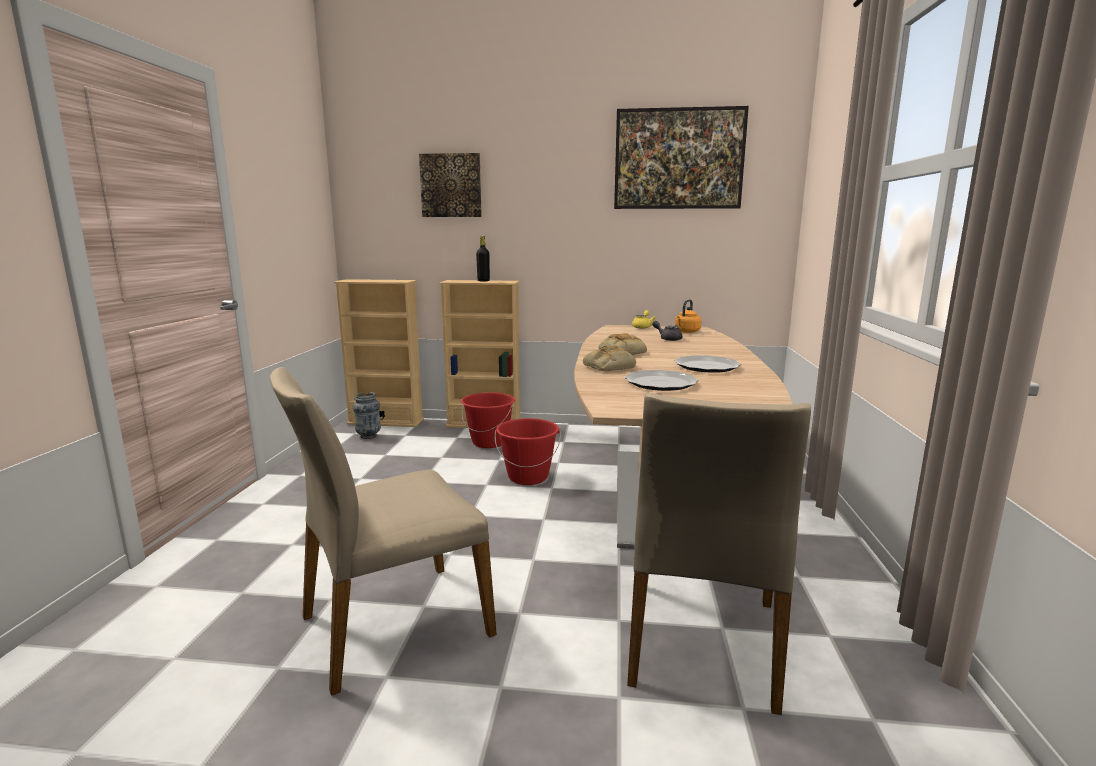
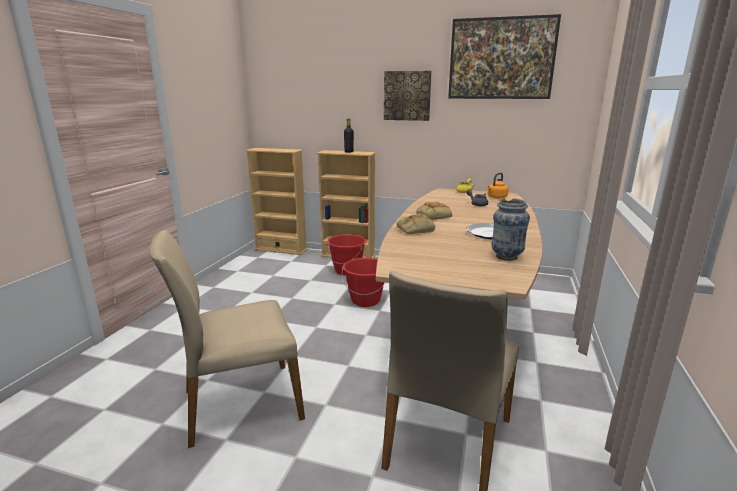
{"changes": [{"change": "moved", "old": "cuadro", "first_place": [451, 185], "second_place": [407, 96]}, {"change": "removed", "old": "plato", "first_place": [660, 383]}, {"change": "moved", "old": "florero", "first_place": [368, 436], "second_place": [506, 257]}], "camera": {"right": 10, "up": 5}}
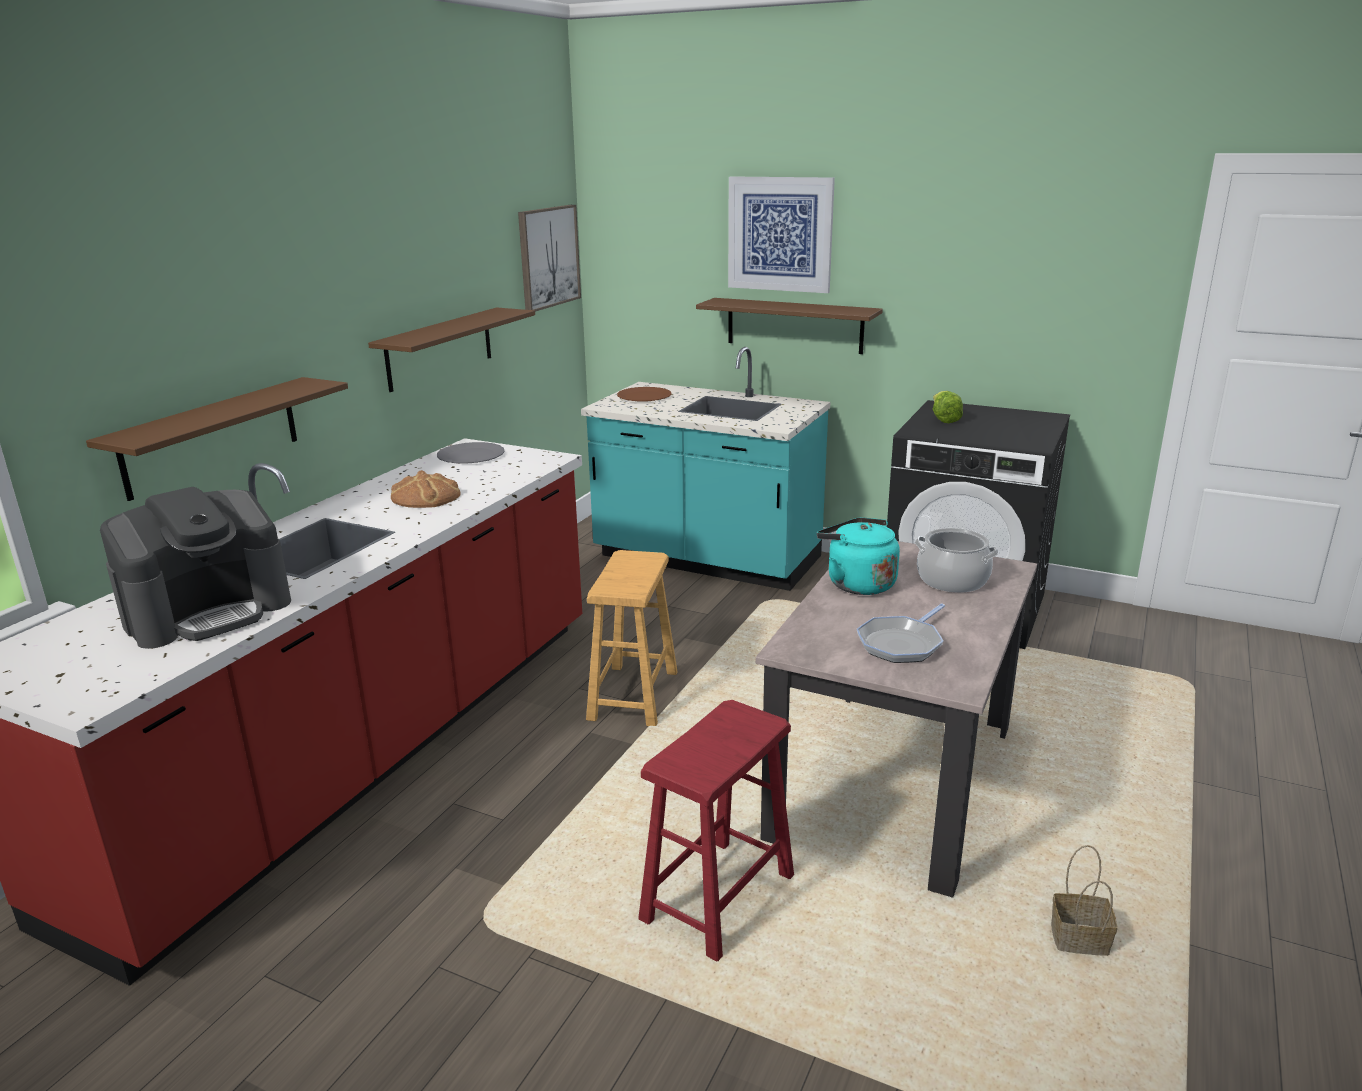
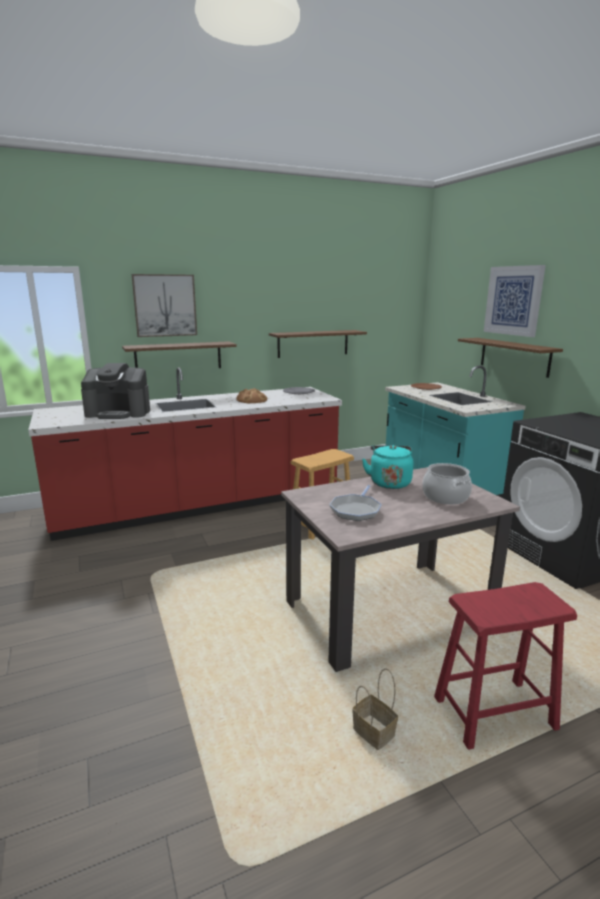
{"changes": [{"change": "moved", "old": "cuadro", "first_place": [548, 257], "second_place": [165, 305]}, {"change": "removed", "old": "lechuga", "first_place": [943, 419]}, {"change": "turned", "old": "sartén", "first_place": [901, 644], "second_place": [356, 510], "degrees": -60}, {"change": "moved", "old": "taburete (rojo)", "first_place": [718, 898], "second_place": [494, 713]}], "camera": {"right": 40, "up": -5}}
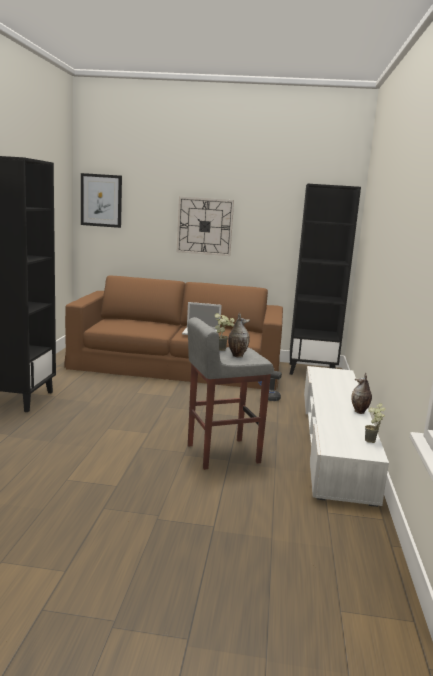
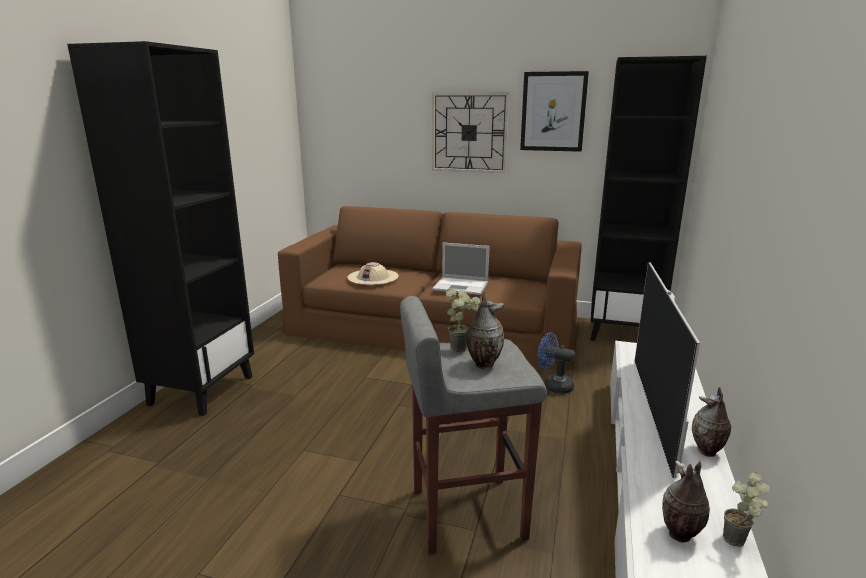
{"changes": [{"change": "moved", "old": "cuadro", "first_place": [101, 200], "second_place": [553, 111]}, {"change": "added", "new": "sombrero (beis)", "second_place": [373, 277]}, {"change": "added", "new": "televisor", "second_place": [653, 410]}, {"change": "added", "new": "florero", "second_place": [679, 535]}], "camera": {"right": 10, "up": 5}}
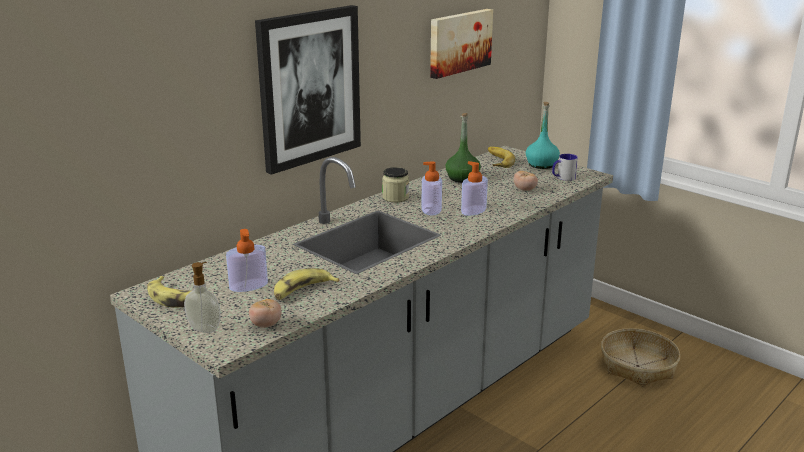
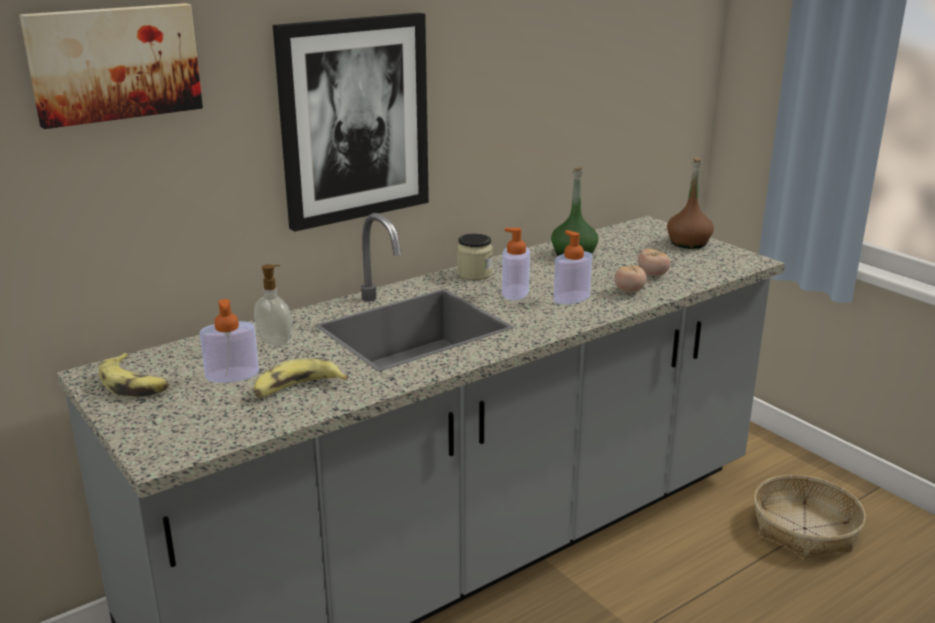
{"changes": [{"change": "moved", "old": "cuadro", "first_place": [459, 42], "second_place": [114, 63]}, {"change": "recoloured", "old": "botella (turquesa)", "new": "botella (marrón)", "first_place": [541, 164], "second_place": [688, 243]}, {"change": "removed", "old": "plátano", "first_place": [496, 161]}, {"change": "removed", "old": "taza grande", "first_place": [563, 178]}, {"change": "moved", "old": "dispensador de jabón", "first_place": [205, 328], "second_place": [275, 341]}, {"change": "moved", "old": "tomate", "first_place": [266, 325], "second_place": [629, 291]}], "camera": {"right": 10, "up": 0}}
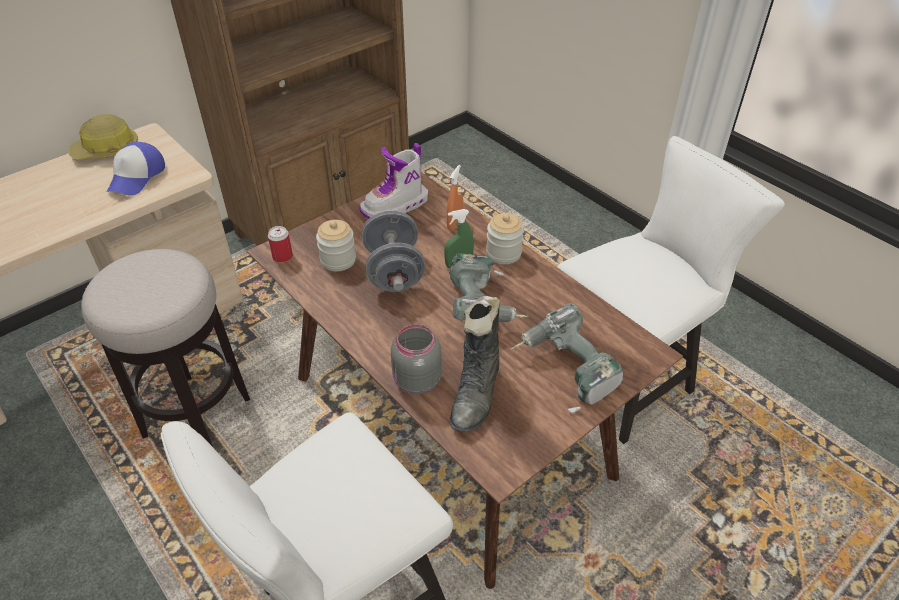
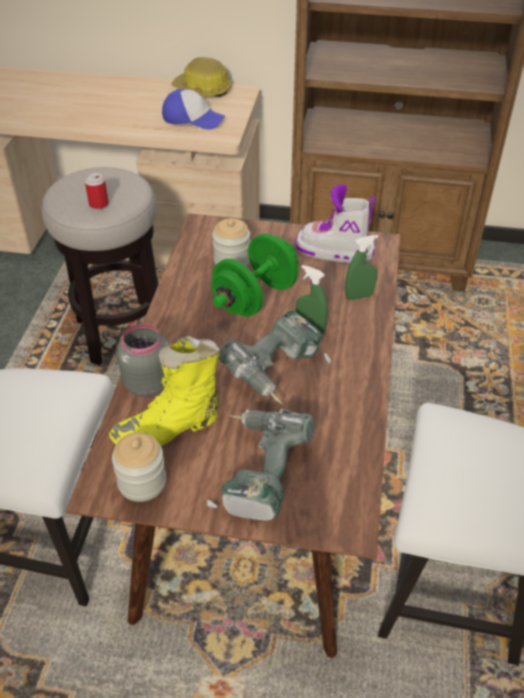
{"changes": [{"change": "turned", "old": "gorra", "first_place": [137, 177], "second_place": [193, 118], "degrees": -135}, {"change": "recoloured", "old": "pulverizador (naranja)", "new": "pulverizador (verde)", "first_place": [454, 224], "second_place": [359, 296]}, {"change": "recoloured", "old": "mancuerna (gris)", "new": "mancuerna (verde)", "first_place": [394, 272], "second_place": [255, 298]}, {"change": "moved", "old": "tarro", "first_place": [503, 253], "second_place": [142, 482]}, {"change": "moved", "old": "lata", "first_place": [282, 257], "second_place": [99, 204]}, {"change": "recoloured", "old": "bota (negro)", "new": "bota (amarillo)", "first_place": [476, 394], "second_place": [169, 429]}], "camera": {"right": 50, "up": 0}}
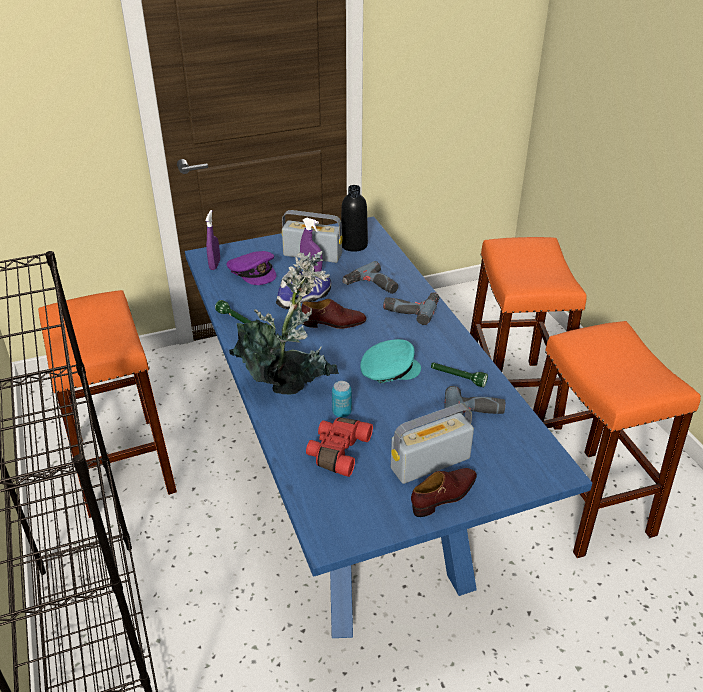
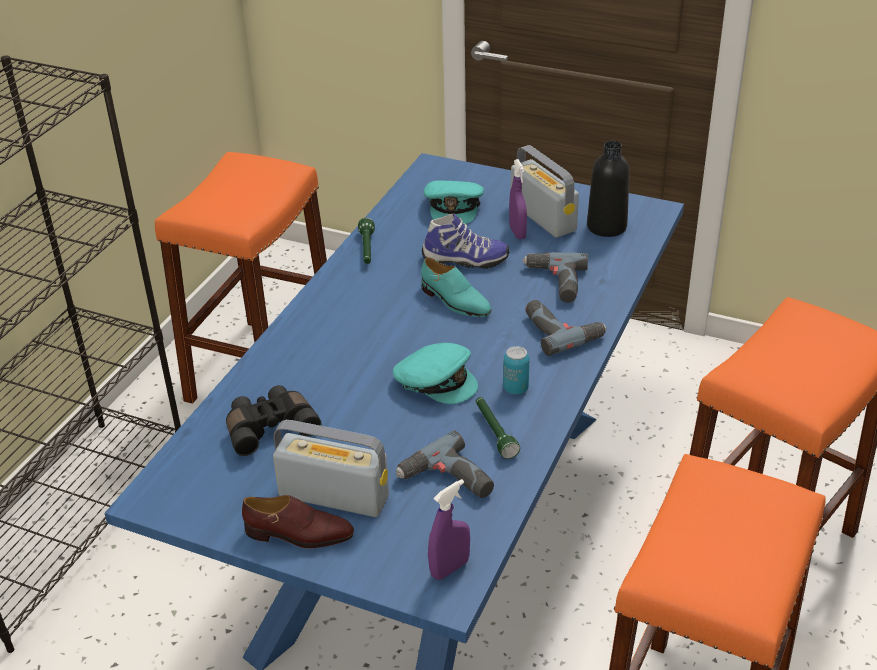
{"changes": [{"change": "moved", "old": "pulverizador (morado)", "first_place": [215, 265], "second_place": [450, 568]}, {"change": "recoloured", "old": "gorra (morado)", "new": "gorra (turquesa)", "first_place": [253, 272], "second_place": [454, 206]}, {"change": "removed", "old": "planta en maceta", "first_place": [289, 383]}, {"change": "recoloured", "old": "zapato (marrón)", "new": "zapato (turquesa)", "first_place": [334, 323], "second_place": [455, 301]}, {"change": "moved", "old": "lata", "first_place": [342, 412], "second_place": [515, 388]}, {"change": "recoloured", "old": "prismáticos (rojo)", "new": "prismáticos (negro)", "first_place": [337, 451], "second_place": [270, 427]}], "camera": {"right": 45, "up": 0}}
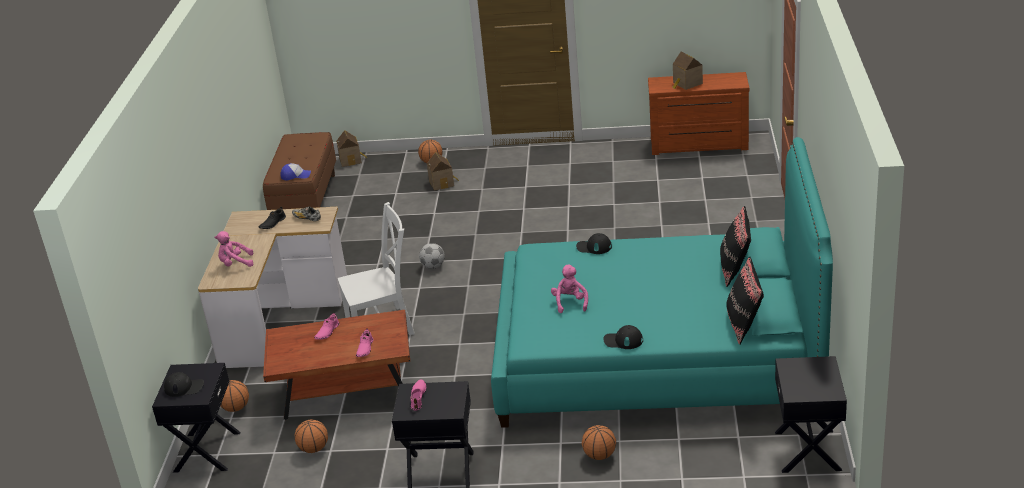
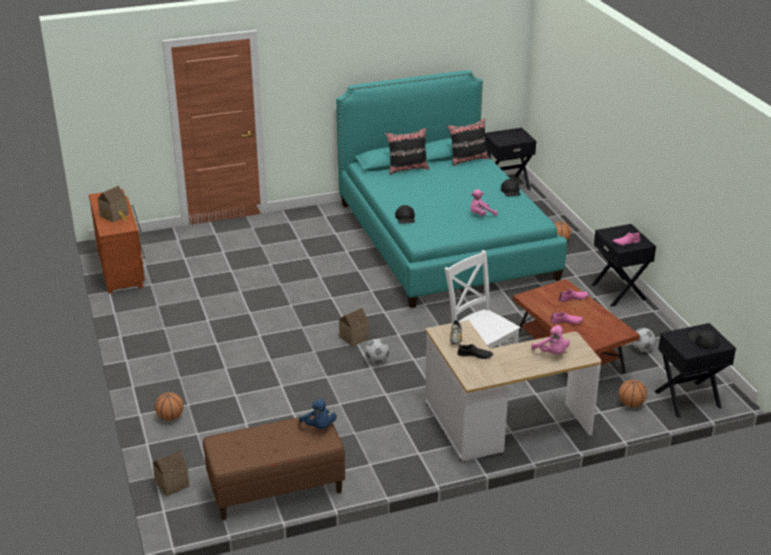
{"changes": [{"change": "moved", "old": "casita", "first_place": [443, 183], "second_place": [353, 337]}, {"change": "replaced", "old": "gorra", "new": "peluche (azul)", "first_place": [295, 175], "second_place": [318, 427]}, {"change": "replaced", "old": "balón de baloncesto", "new": "balón de fútbol", "first_place": [314, 449], "second_place": [642, 349]}], "camera": {"right": -115, "up": 0}}
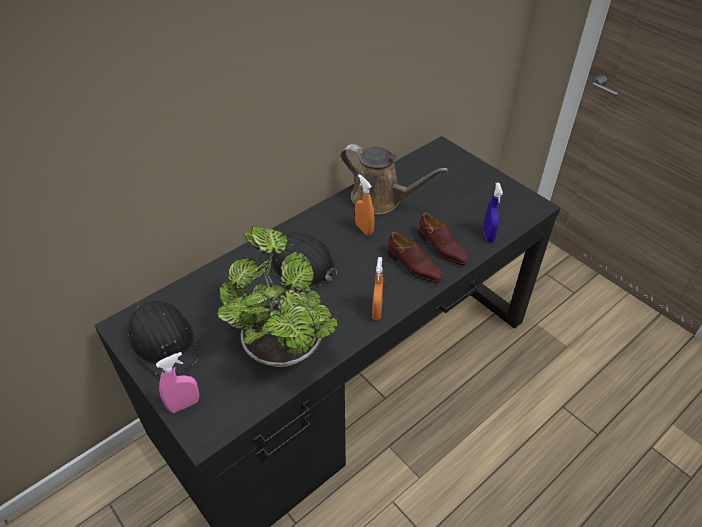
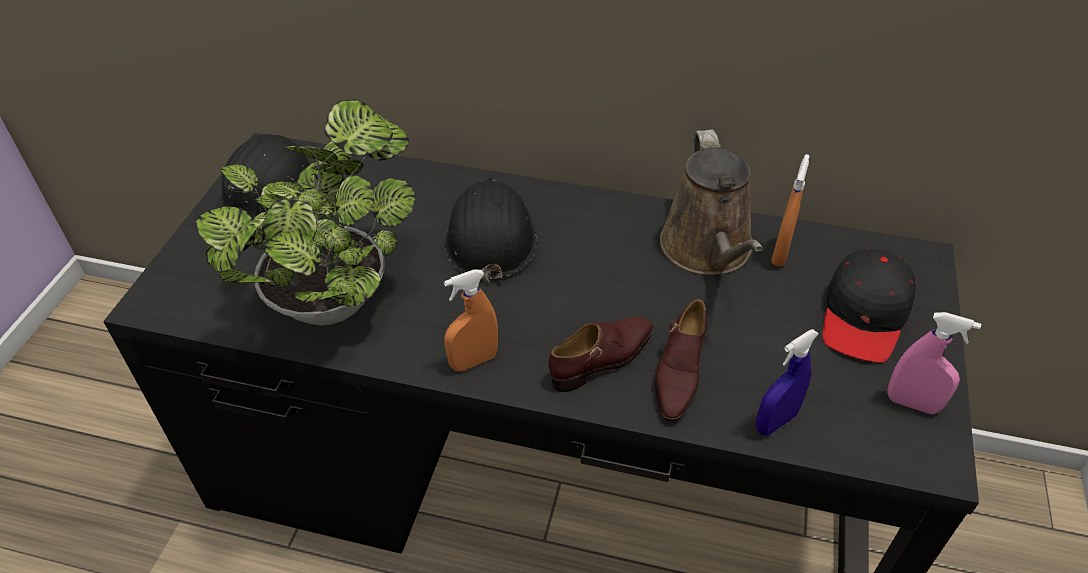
{"changes": [{"change": "moved", "old": "pulverizador (naranja)", "first_place": [364, 229], "second_place": [780, 253]}, {"change": "turned", "old": "zapato (marrón)", "first_place": [413, 266], "second_place": [603, 359], "degrees": -135}, {"change": "moved", "old": "pulverizador (rosa)", "first_place": [184, 404], "second_place": [912, 403]}, {"change": "added", "new": "gorra (negro)", "second_place": [864, 315]}], "camera": {"right": 55, "up": 0}}
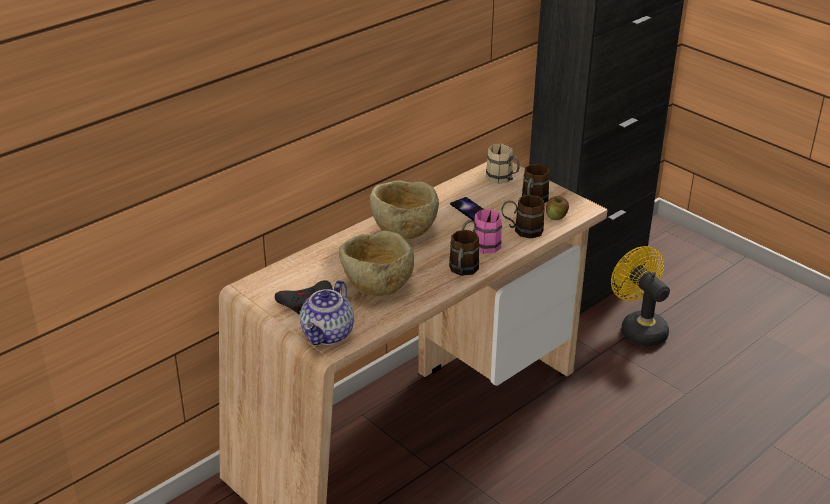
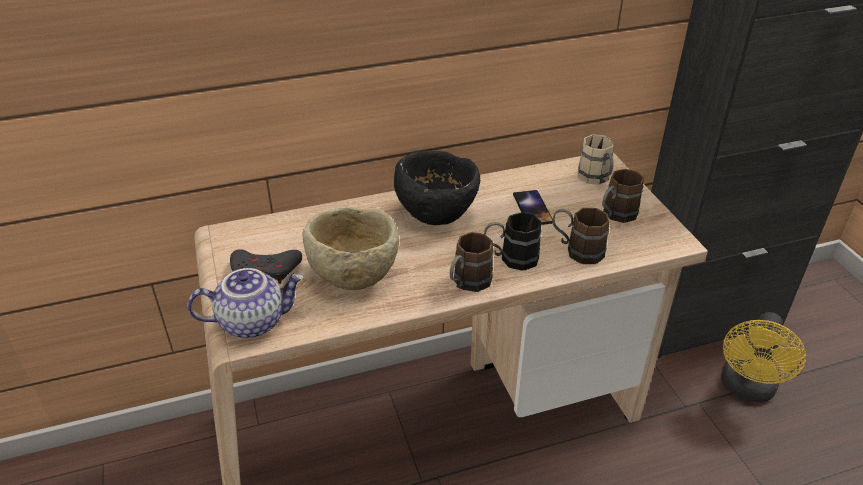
{"changes": [{"change": "recoloured", "old": "cuenco (beis)", "new": "cuenco (negro)", "first_place": [403, 231], "second_place": [436, 213]}, {"change": "removed", "old": "manzana", "first_place": [556, 217]}, {"change": "recoloured", "old": "taza grande (rosa)", "new": "taza grande (negro)", "first_place": [480, 247], "second_place": [510, 258]}, {"change": "turned", "old": "ventilador (amarillo)", "first_place": [638, 328], "second_place": [747, 389], "degrees": -150}, {"change": "turned", "old": "tetera", "first_place": [328, 335], "second_place": [253, 321], "degrees": -150}], "camera": {"right": 25, "up": 5}}
